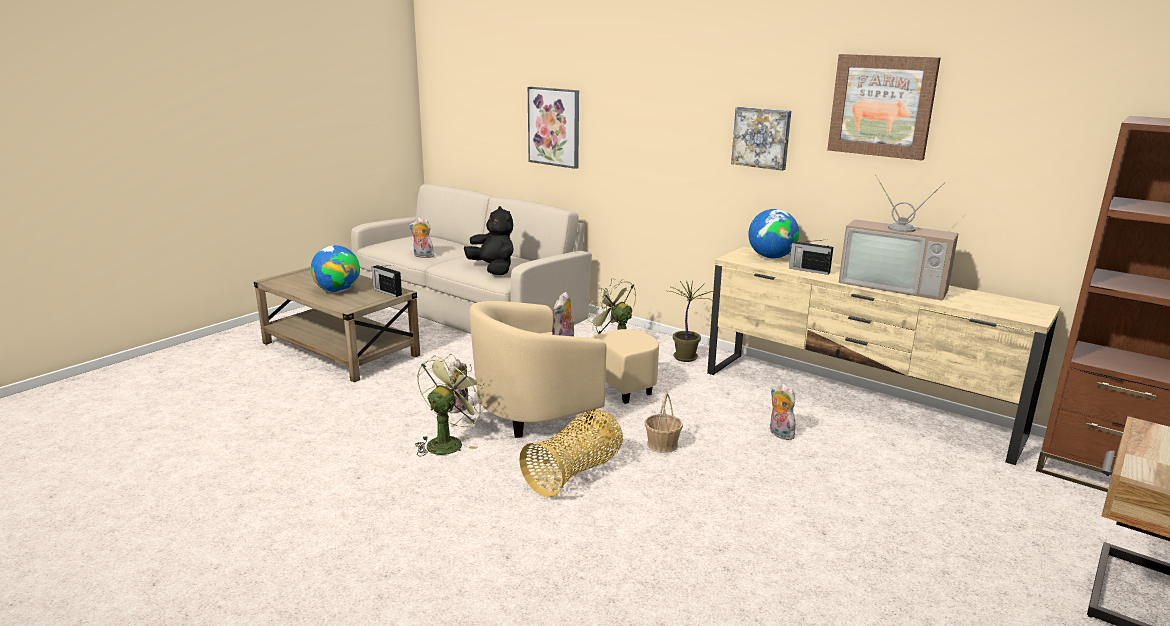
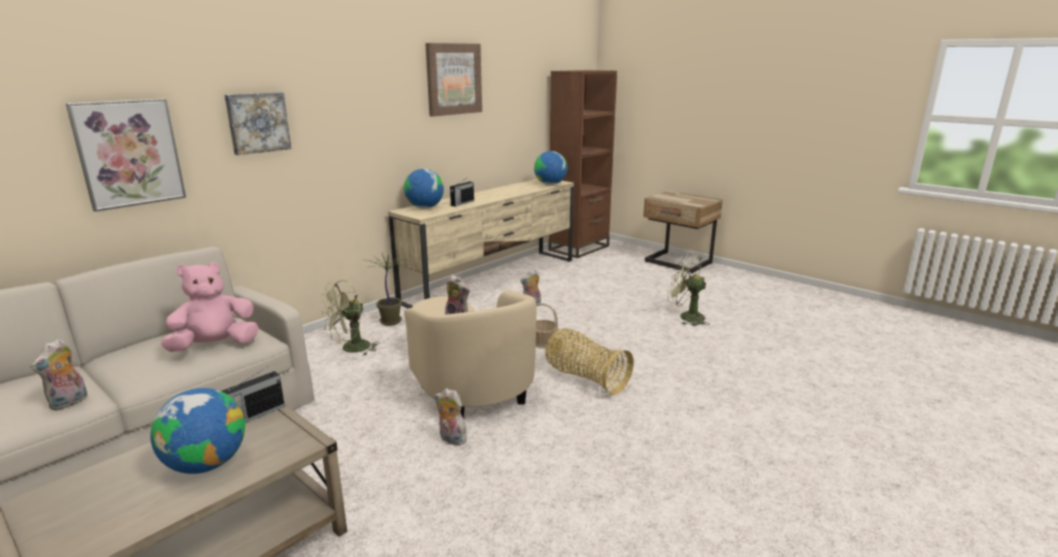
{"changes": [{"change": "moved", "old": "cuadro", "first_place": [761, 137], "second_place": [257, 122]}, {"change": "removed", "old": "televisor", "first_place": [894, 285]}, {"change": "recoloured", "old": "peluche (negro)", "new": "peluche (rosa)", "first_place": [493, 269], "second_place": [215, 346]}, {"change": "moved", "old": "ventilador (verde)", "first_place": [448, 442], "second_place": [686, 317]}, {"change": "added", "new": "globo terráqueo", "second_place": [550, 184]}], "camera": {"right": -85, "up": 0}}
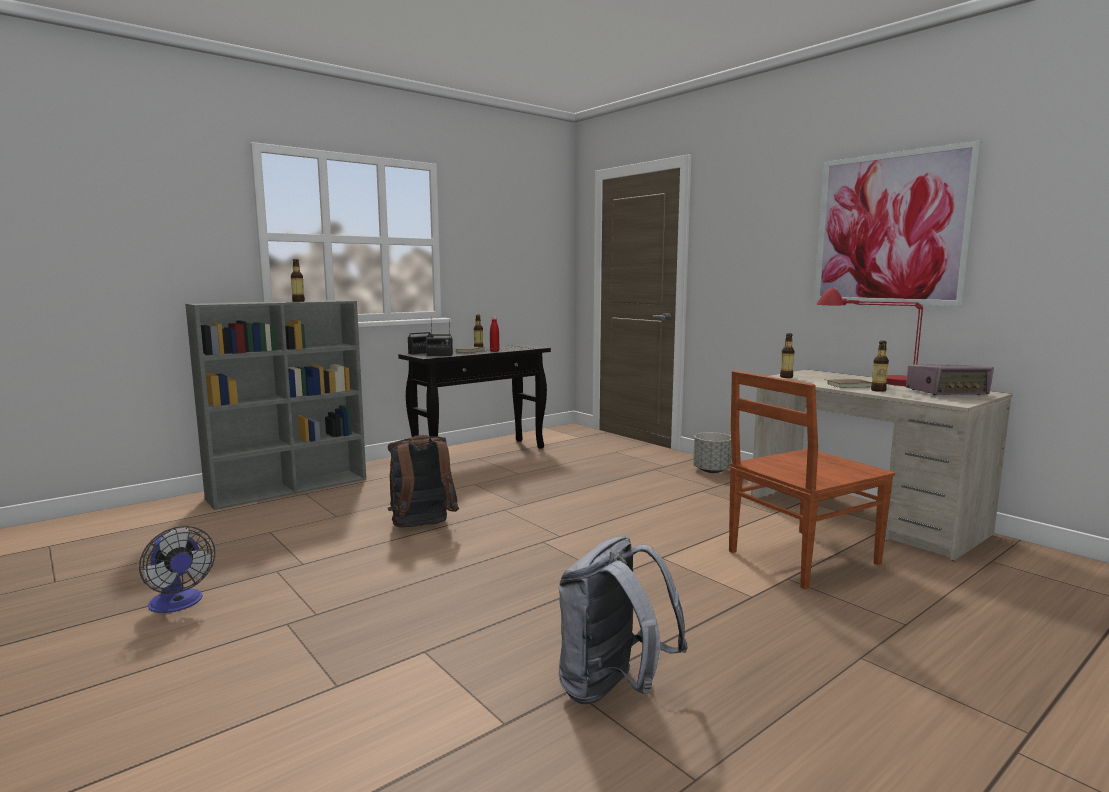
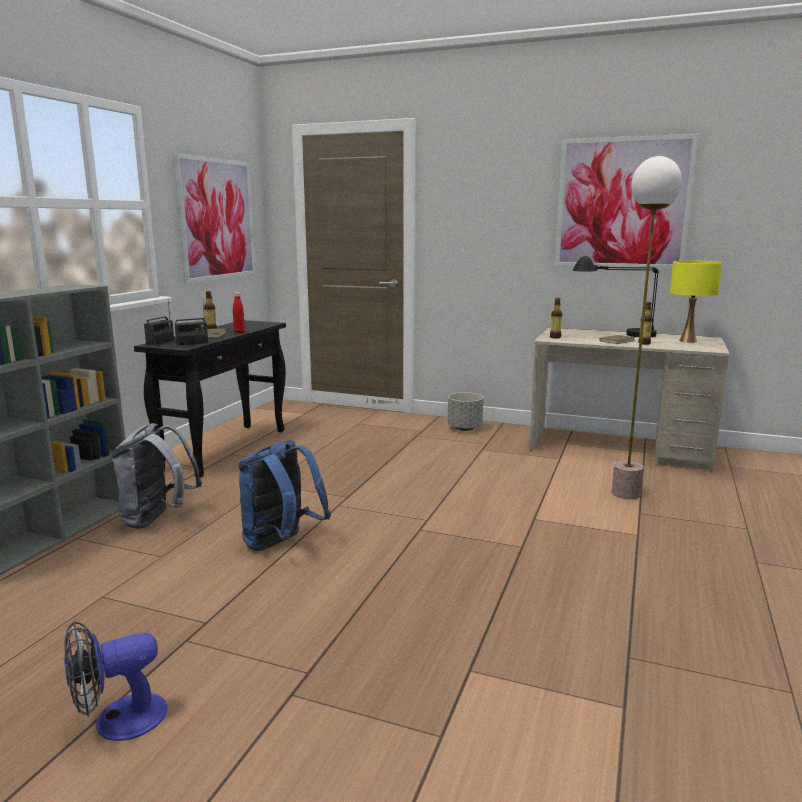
{"changes": [{"change": "removed", "old": "botella", "first_place": [298, 301]}, {"change": "recoloured", "old": "lámpara de mesa (rojo)", "new": "lámpara de mesa (negro)", "first_place": [867, 380], "second_place": [614, 334]}, {"change": "replaced", "old": "radio", "new": "lámpara de mesa (amarillo)", "first_place": [947, 393], "second_place": [688, 341]}, {"change": "replaced", "old": "silla (marrón)", "new": "lámpara de pie", "first_place": [800, 558], "second_place": [625, 493]}, {"change": "recoloured", "old": "mochila (marrón)", "new": "mochila (azul)", "first_place": [422, 527], "second_place": [281, 544]}, {"change": "turned", "old": "ventilador", "first_place": [178, 604], "second_place": [118, 721], "degrees": 135}, {"change": "moved", "old": "mochila (gris)", "first_place": [613, 690], "second_place": [157, 519]}, {"change": "added", "new": "cuadro", "second_place": [217, 219]}], "camera": {"right": -30, "up": 5}}
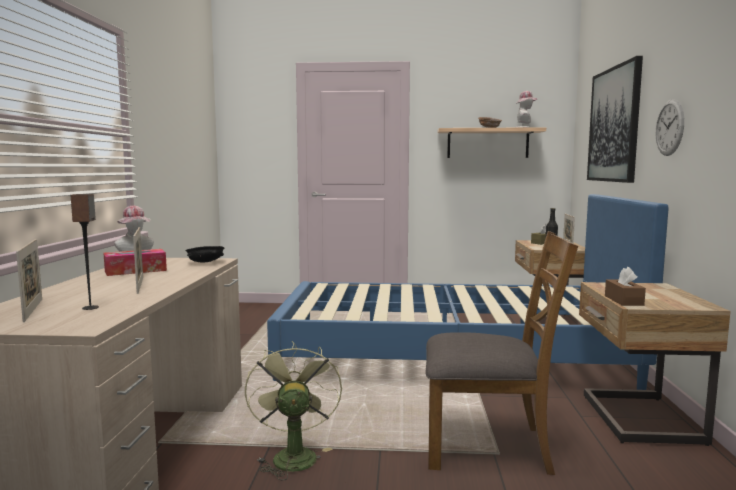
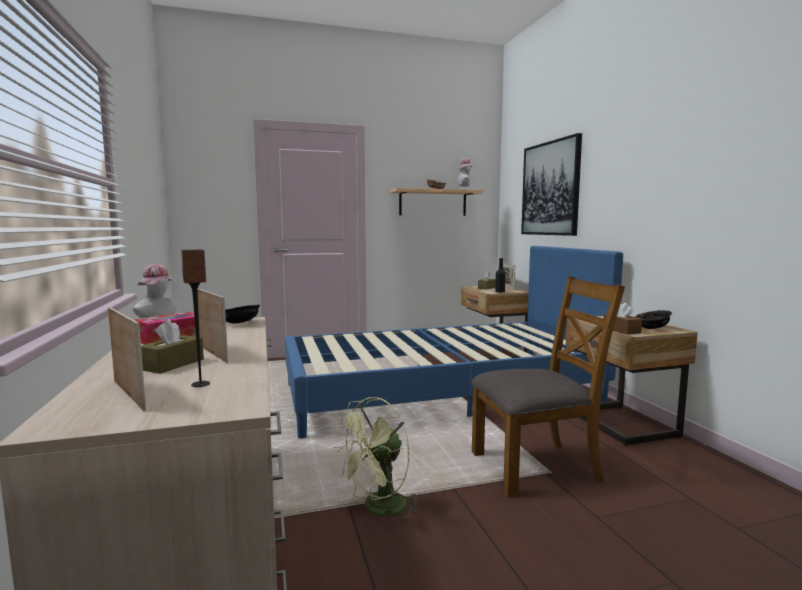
{"changes": [{"change": "removed", "old": "reloj de pared", "first_place": [669, 127]}, {"change": "turned", "old": "ventilador (verde)", "first_place": [292, 455], "second_place": [378, 509], "degrees": -105}, {"change": "added", "new": "cuenco (negro)", "second_place": [652, 328]}, {"change": "added", "new": "caja de pañuelos (marrón)", "second_place": [172, 364]}], "camera": {"right": -20, "up": 0}}
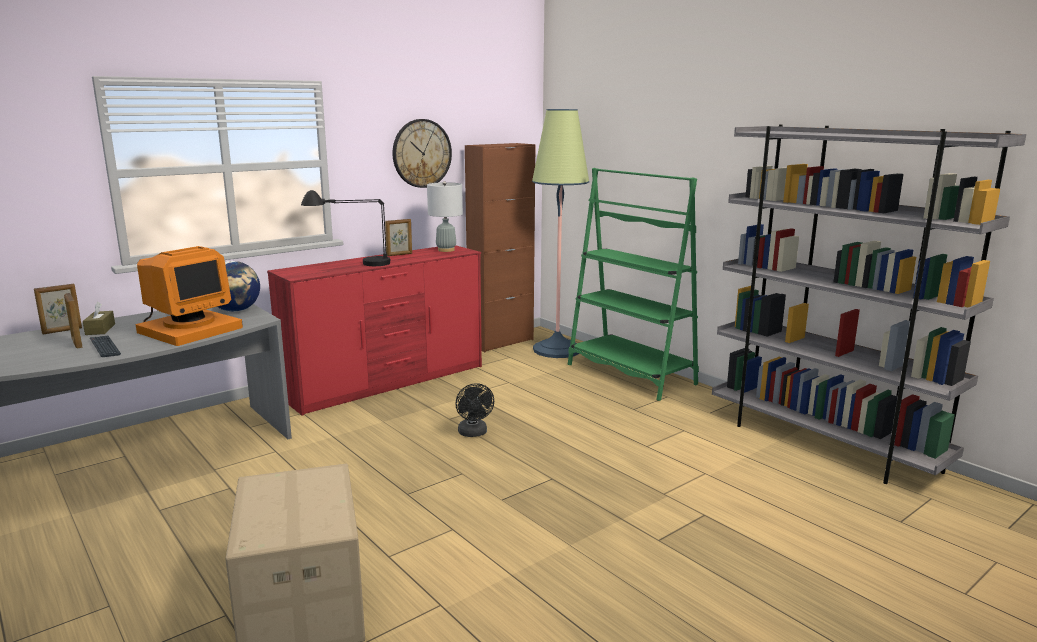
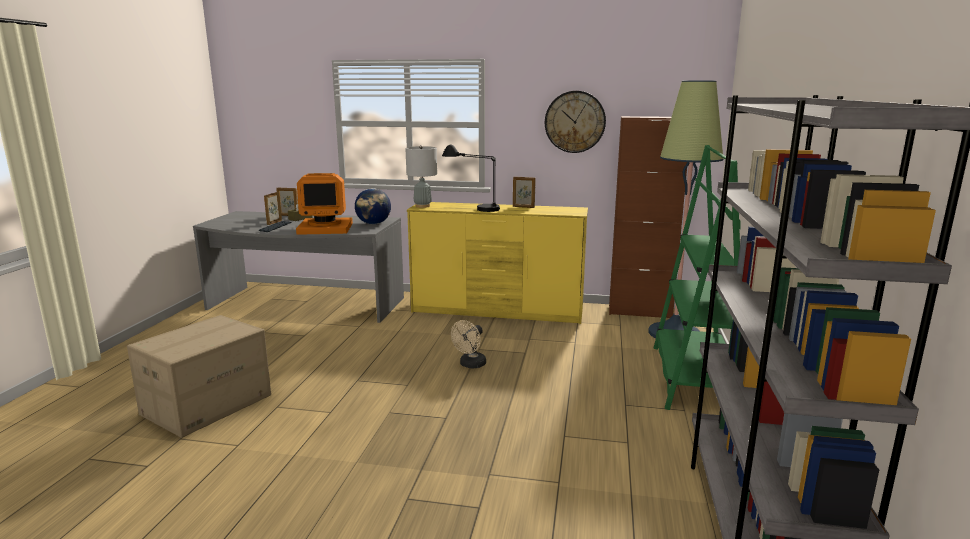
{"changes": [{"change": "moved", "old": "lámpara de mesa (gris)", "first_place": [446, 250], "second_place": [422, 206]}, {"change": "recoloured", "old": "cómoda (rojo)", "new": "cómoda (amarillo)", "first_place": [388, 382], "second_place": [497, 311]}, {"change": "recoloured", "old": "ventilador (negro)", "new": "ventilador (beis)", "first_place": [473, 433], "second_place": [470, 365]}], "camera": {"right": 50, "up": 0}}
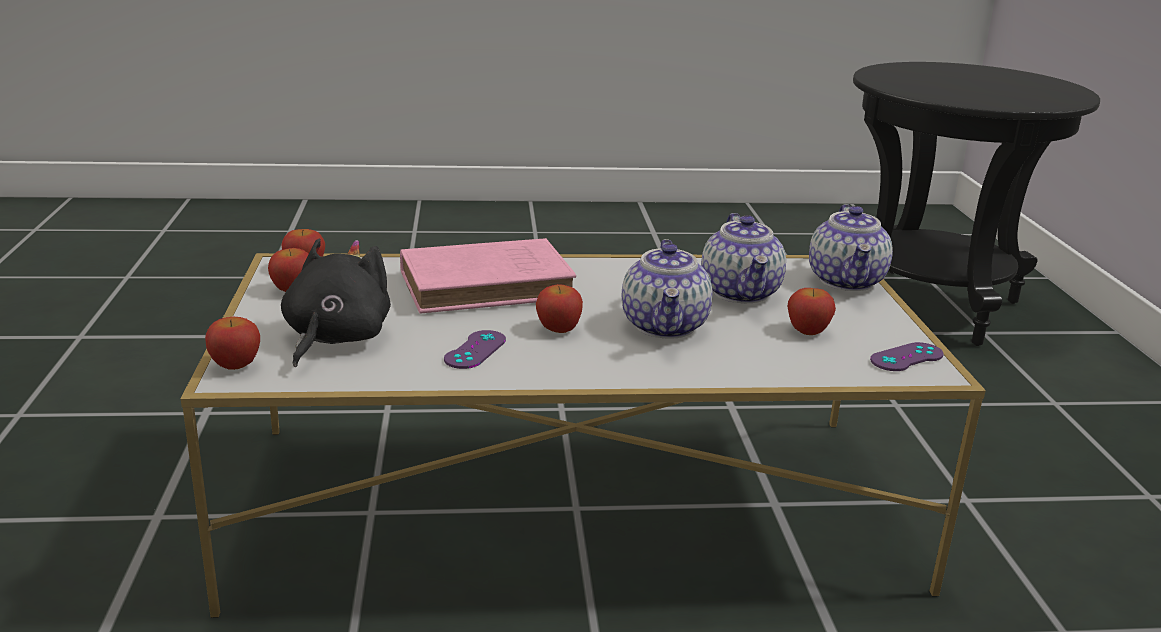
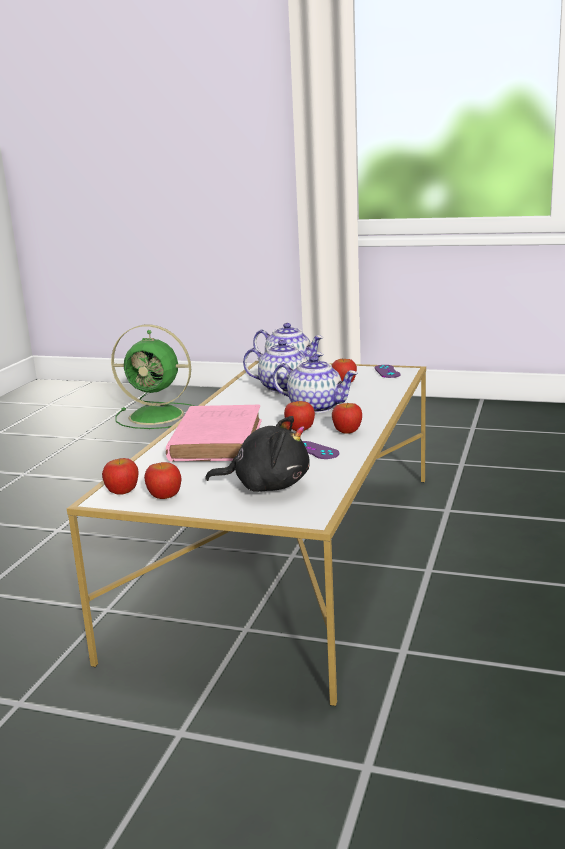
{"changes": [{"change": "replaced", "old": "mesa auxiliar (negro)", "new": "ventilador (verde)", "first_place": [931, 306], "second_place": [159, 416]}, {"change": "turned", "old": "peluche (negro)", "first_place": [334, 338], "second_place": [267, 486], "degrees": 150}, {"change": "moved", "old": "manzana", "first_place": [235, 365], "second_place": [347, 431]}], "camera": {"right": -65, "up": -5}}
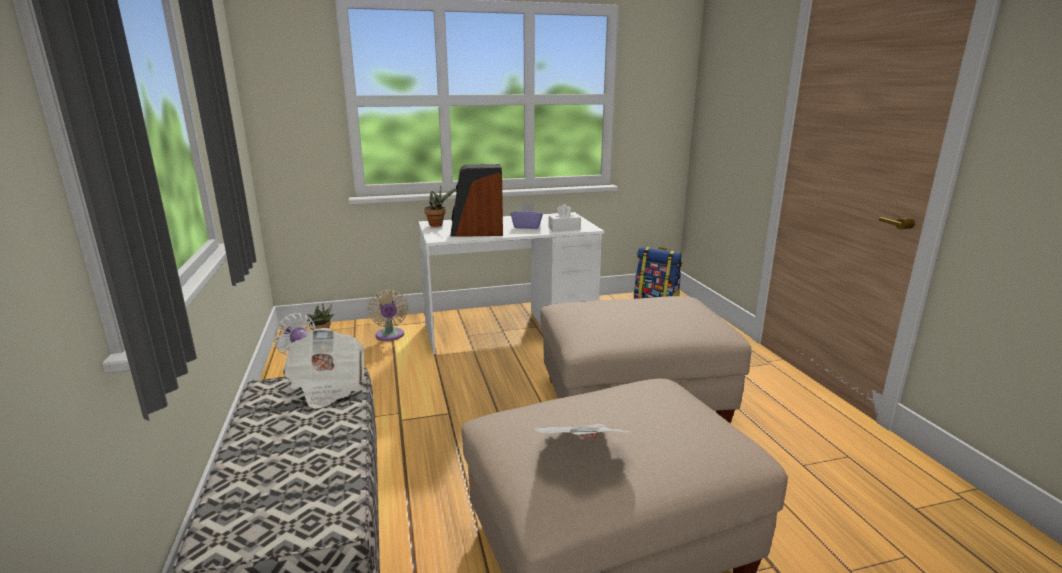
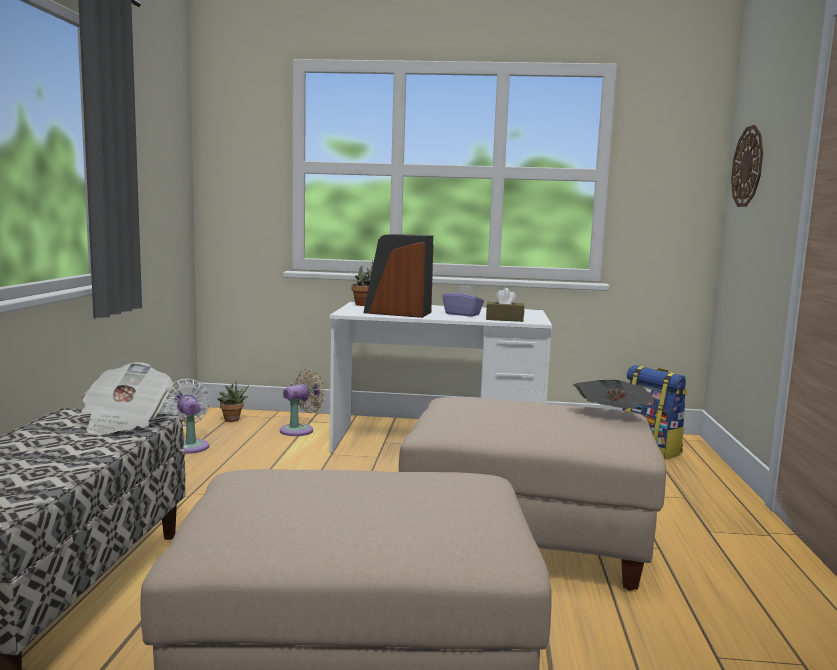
{"changes": [{"change": "recoloured", "old": "caja de pañuelos (blanco)", "new": "caja de pañuelos (marrón)", "first_place": [564, 228], "second_place": [504, 319]}, {"change": "turned", "old": "ventilador (beis)", "first_place": [390, 336], "second_place": [300, 430], "degrees": -135}, {"change": "moved", "old": "periódico", "first_place": [582, 452], "second_place": [613, 416]}, {"change": "added", "new": "reloj de pared", "second_place": [748, 166]}], "camera": {"right": 20, "up": -10}}
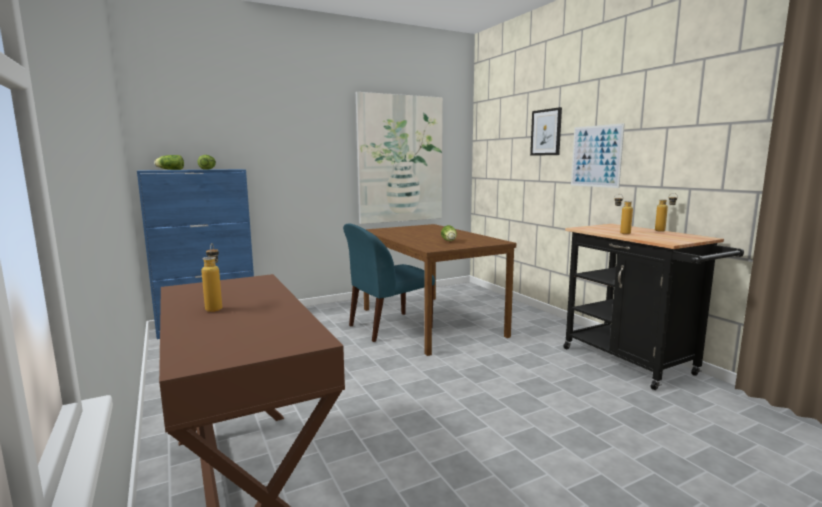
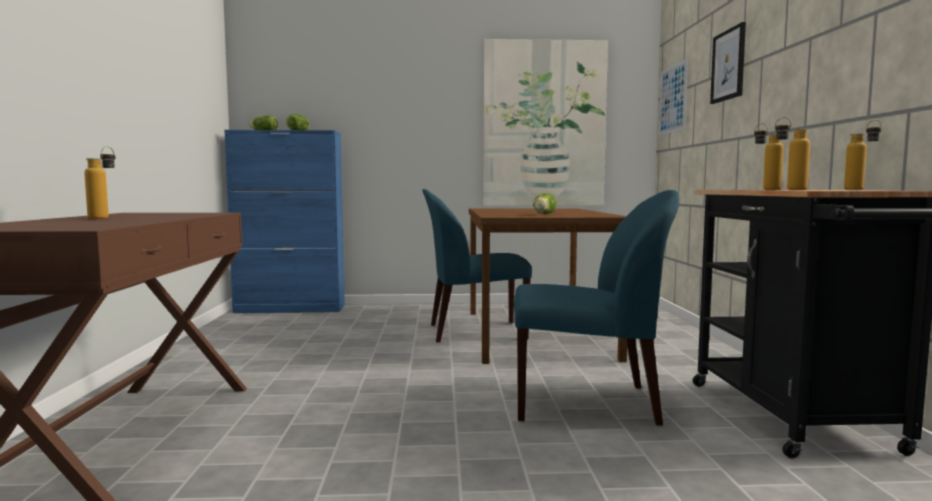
{"changes": [{"change": "moved", "old": "cuadro", "first_place": [596, 156], "second_place": [672, 99]}, {"change": "added", "new": "botella", "second_place": [788, 189]}, {"change": "added", "new": "silla (azul)", "second_place": [587, 403]}], "camera": {"right": 25, "up": -5}}
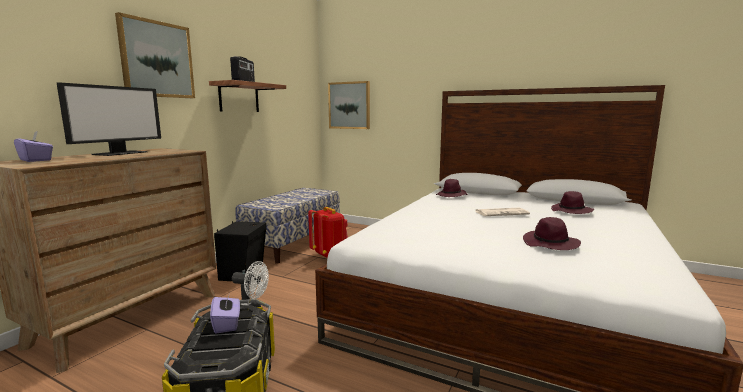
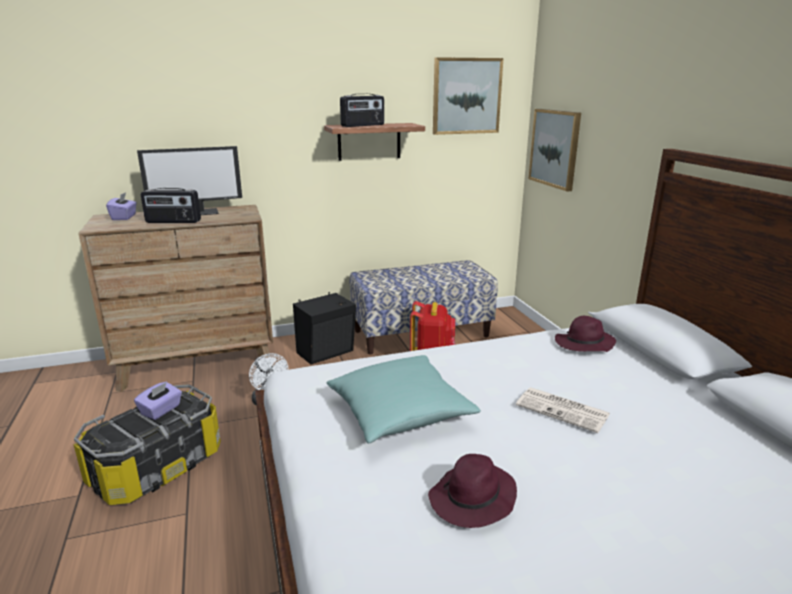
{"changes": [{"change": "moved", "old": "cuadro", "first_place": [157, 59], "second_place": [466, 96]}, {"change": "removed", "old": "sombrero (morado)", "first_place": [572, 211]}, {"change": "added", "new": "radio", "second_place": [173, 221]}, {"change": "added", "new": "cojín (turquesa)", "second_place": [400, 413]}], "camera": {"right": 45, "up": 10}}
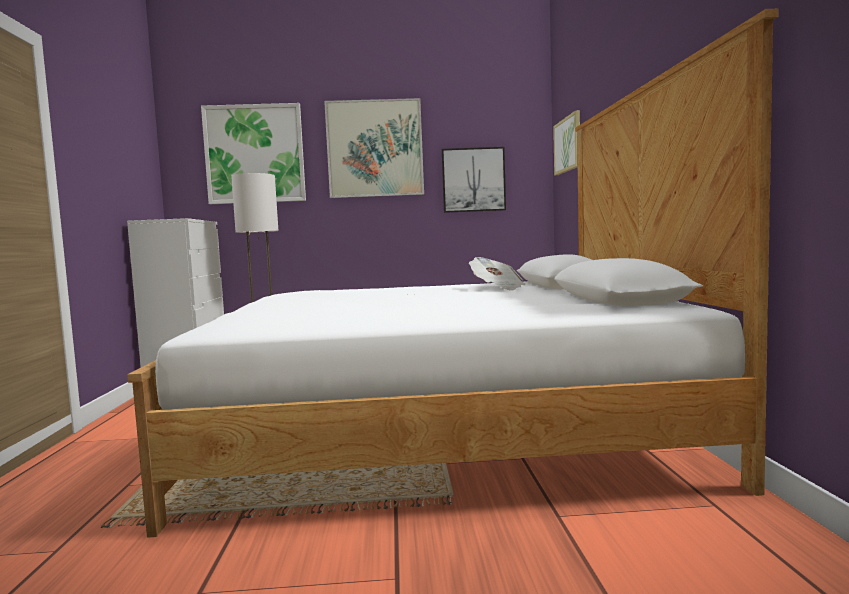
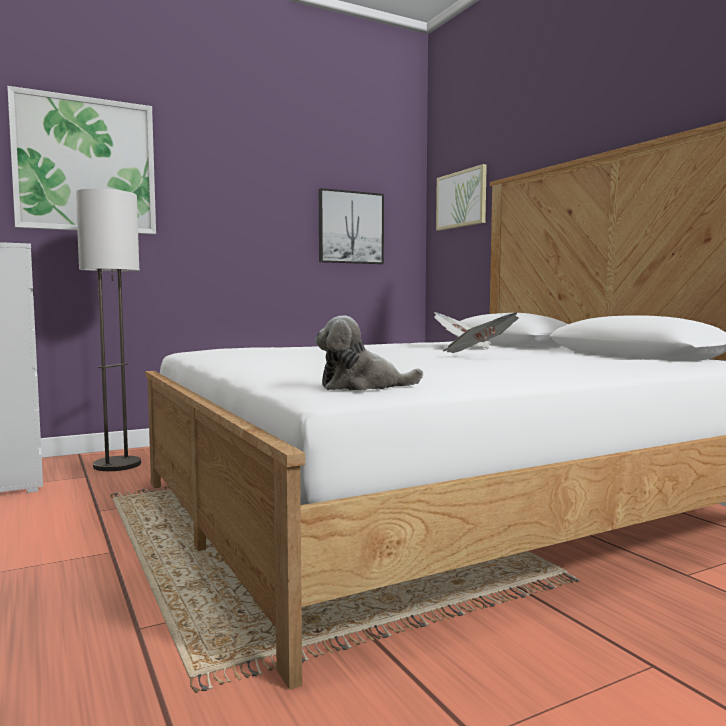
{"changes": [{"change": "removed", "old": "cuadro", "first_place": [375, 148]}, {"change": "added", "new": "periódico", "second_place": [479, 355]}, {"change": "added", "new": "peluche", "second_place": [362, 386]}], "camera": {"right": -25, "up": 0}}
